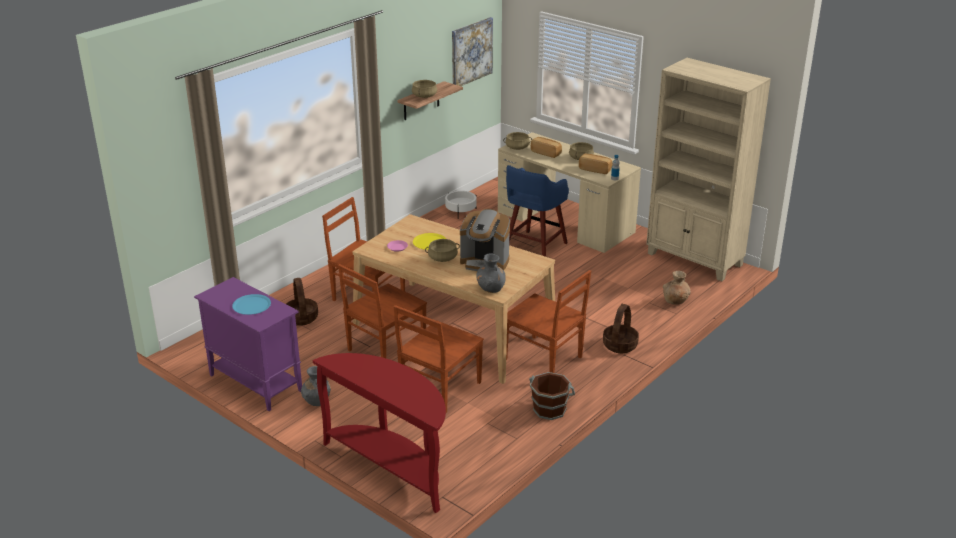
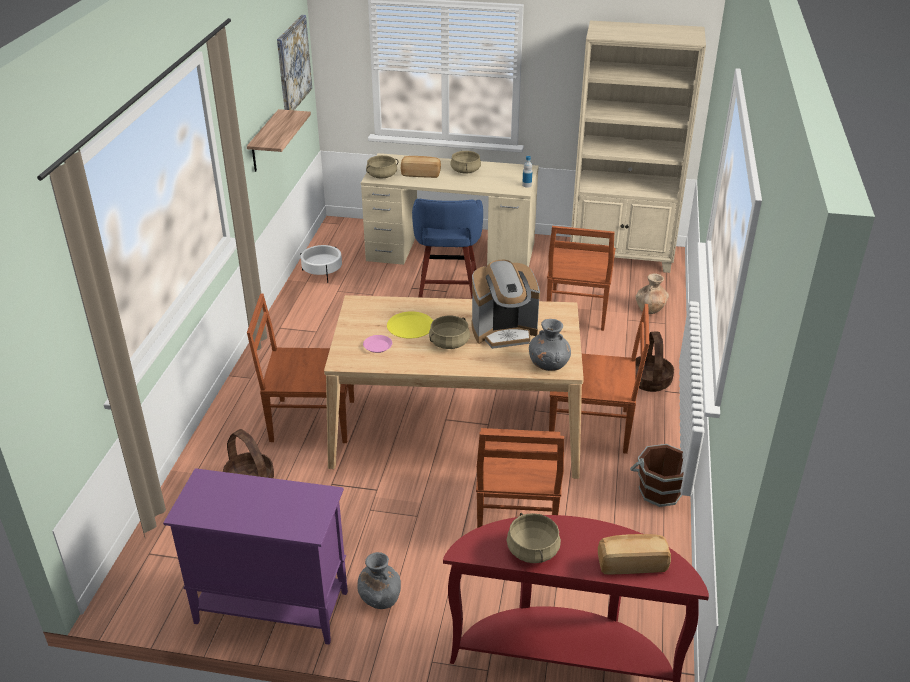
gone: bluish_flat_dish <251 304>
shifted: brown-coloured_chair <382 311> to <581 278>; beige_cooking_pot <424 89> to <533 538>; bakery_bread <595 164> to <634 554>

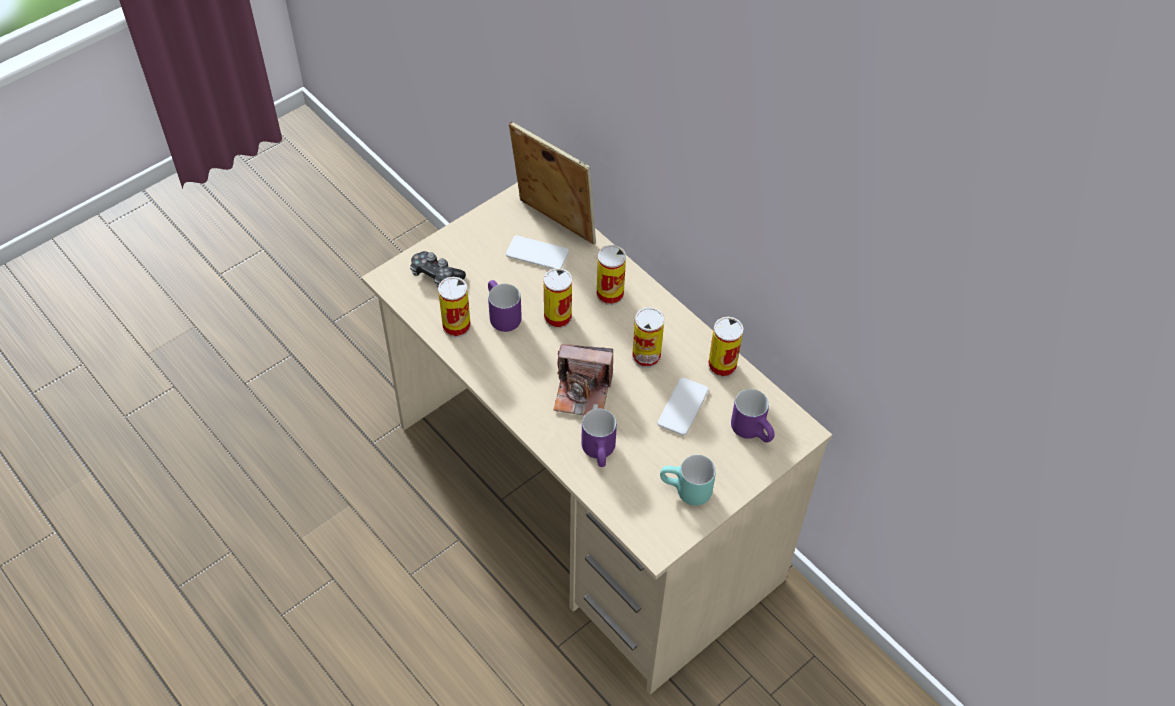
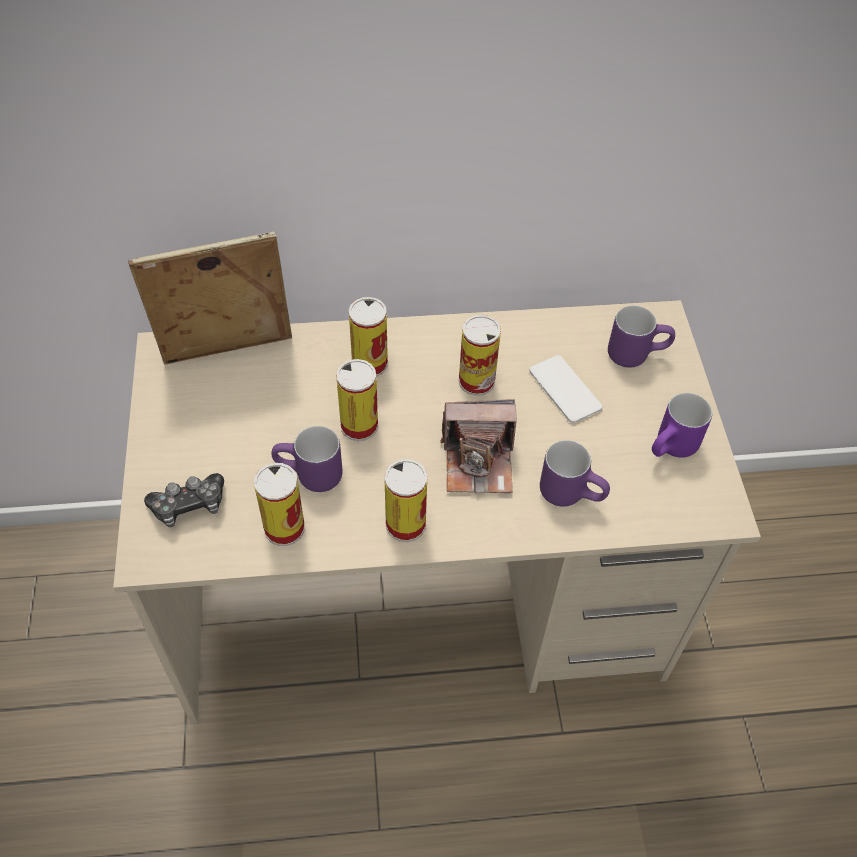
gone: telephone <537 252>
shifted: sealed_can <725 347> to <406 500>
repainted: turquoise-coloured_coffee_mug <688 480> to purplish_coffee_mug <682 425>
rotated: still_camera <583 380> = <478 446> 45 degrees clockwise

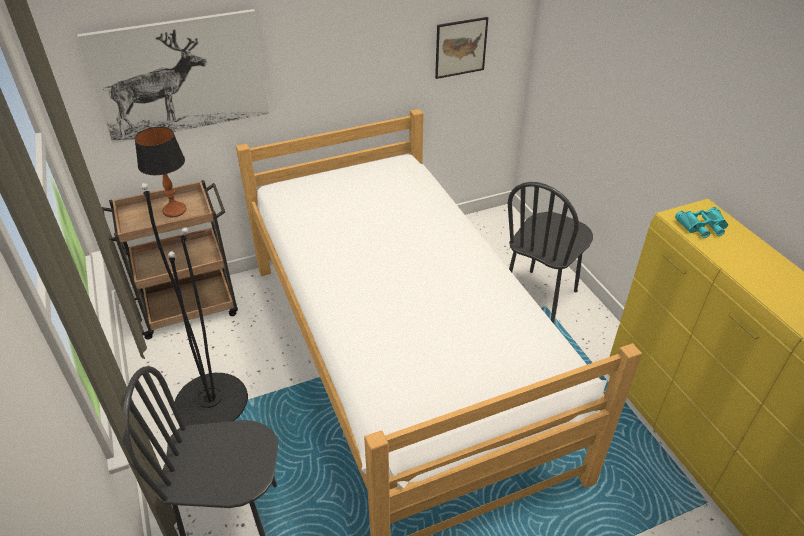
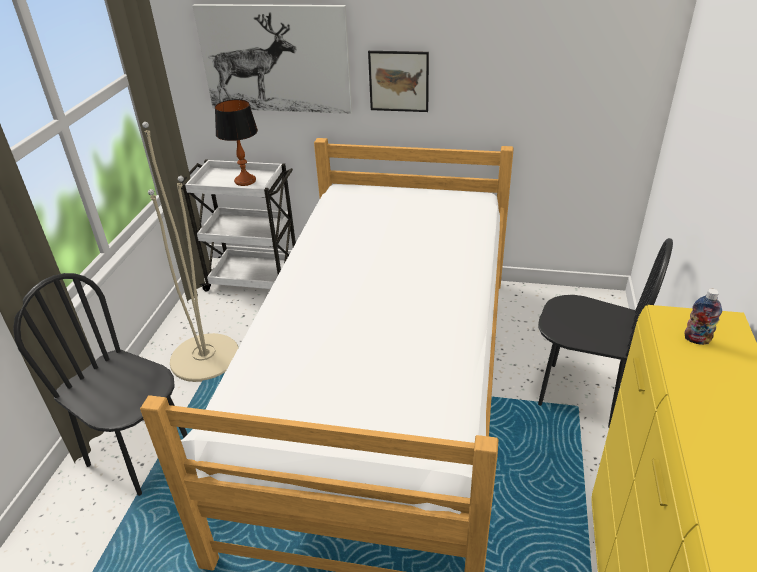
shifted: wall_picture <461 48> to <398 81>
swapped: turquoise-coloured_pair_of_binoculars <701 222> to bottle <703 317>
repainted: brown-coloured_trolley <170 259> to white-coloured_trolley <238 225>; black-coloured_standing_lamp <194 304> to beige_standing_lamp <190 252>
rotated: black-coloured_chair <550 253> = <605 333> 135 degrees counterclockwise

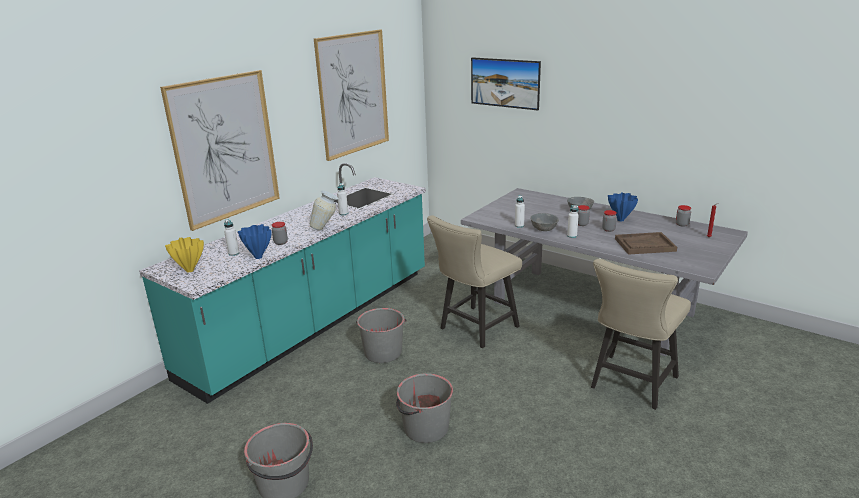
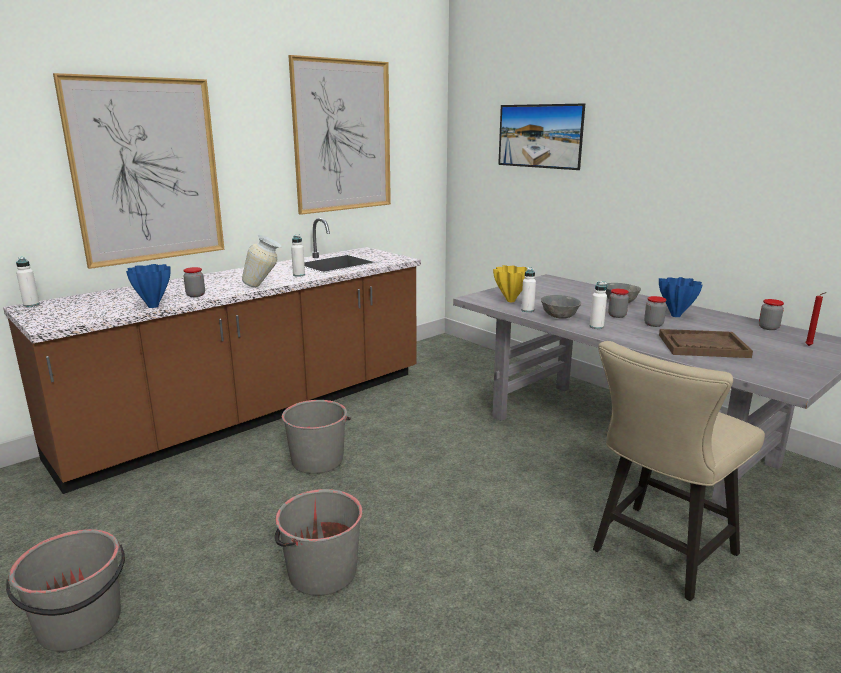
gone: beige_chair <474 281>
shifted: yellowish_flower_vase <184 254> to <510 283>; white-coloured_bottle <231 237> to <28 282>
repainted: turquoise-coloured_counter <282 283> to brown-coloured_counter <212 356>

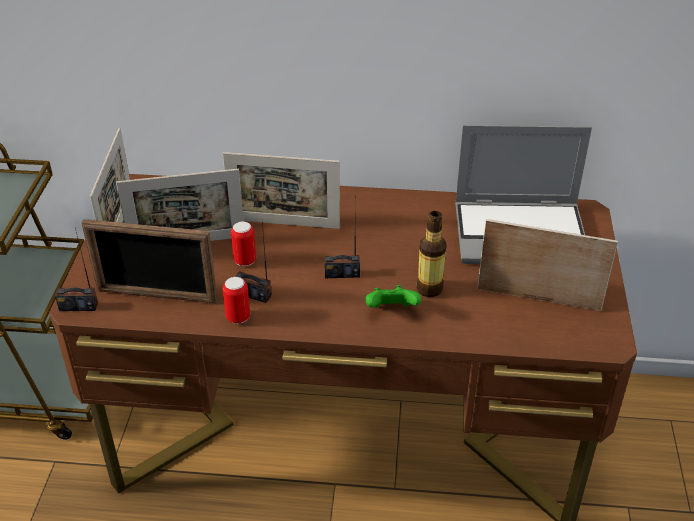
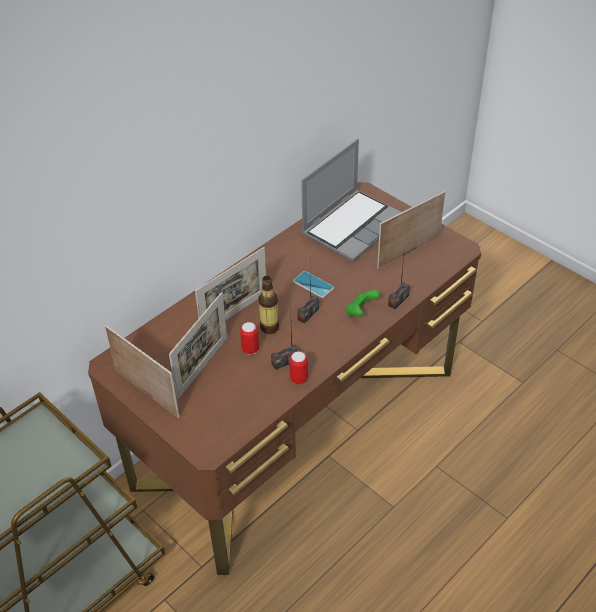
gone: picture_frame <149 261>
new: telephone <313 284>
shifted: radio_receiver <76 269> to <399 277>; bottle <431 254> to <268 305>

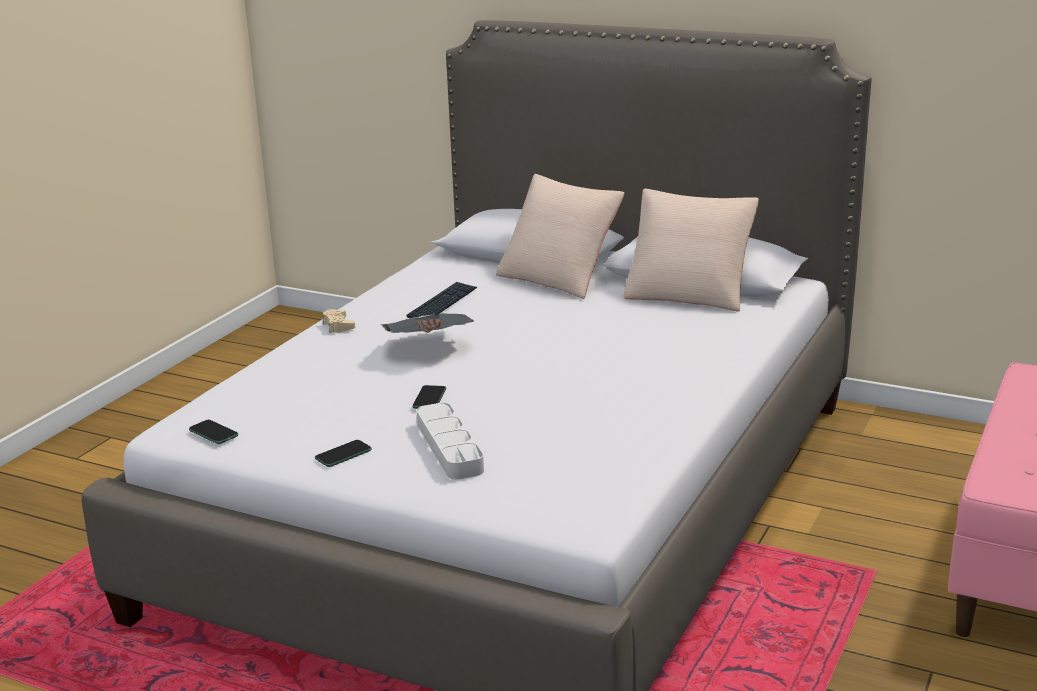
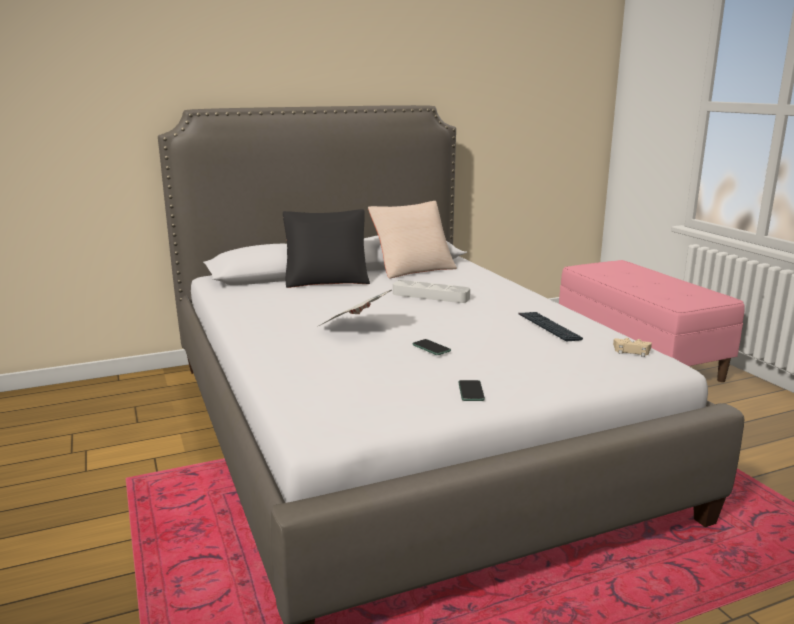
gone: telephone <214 432>
shifted: beige_joypad <338 321> to <632 347>; PC_keyboard <441 300> to <551 327>; greyish_tray <450 441> to <431 291>
repainted: beige_throw_pillow <560 236> to black-coloured_throw_pillow <326 248>

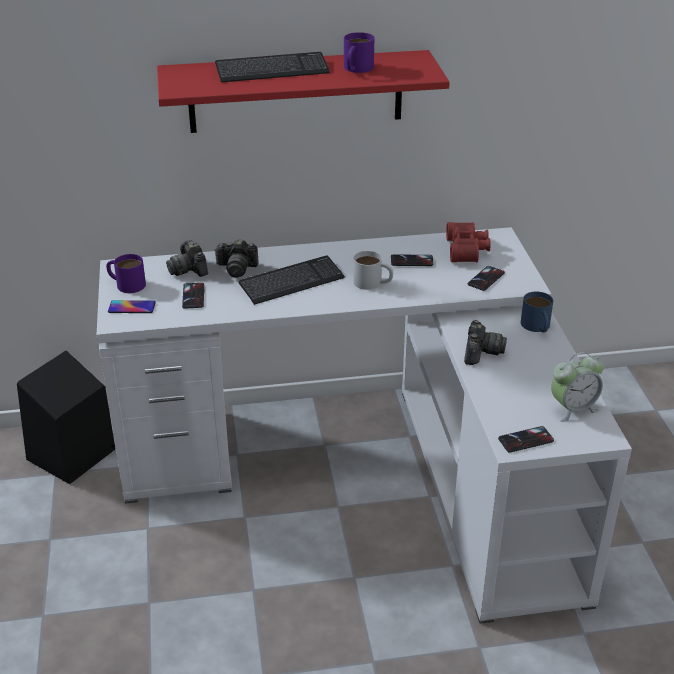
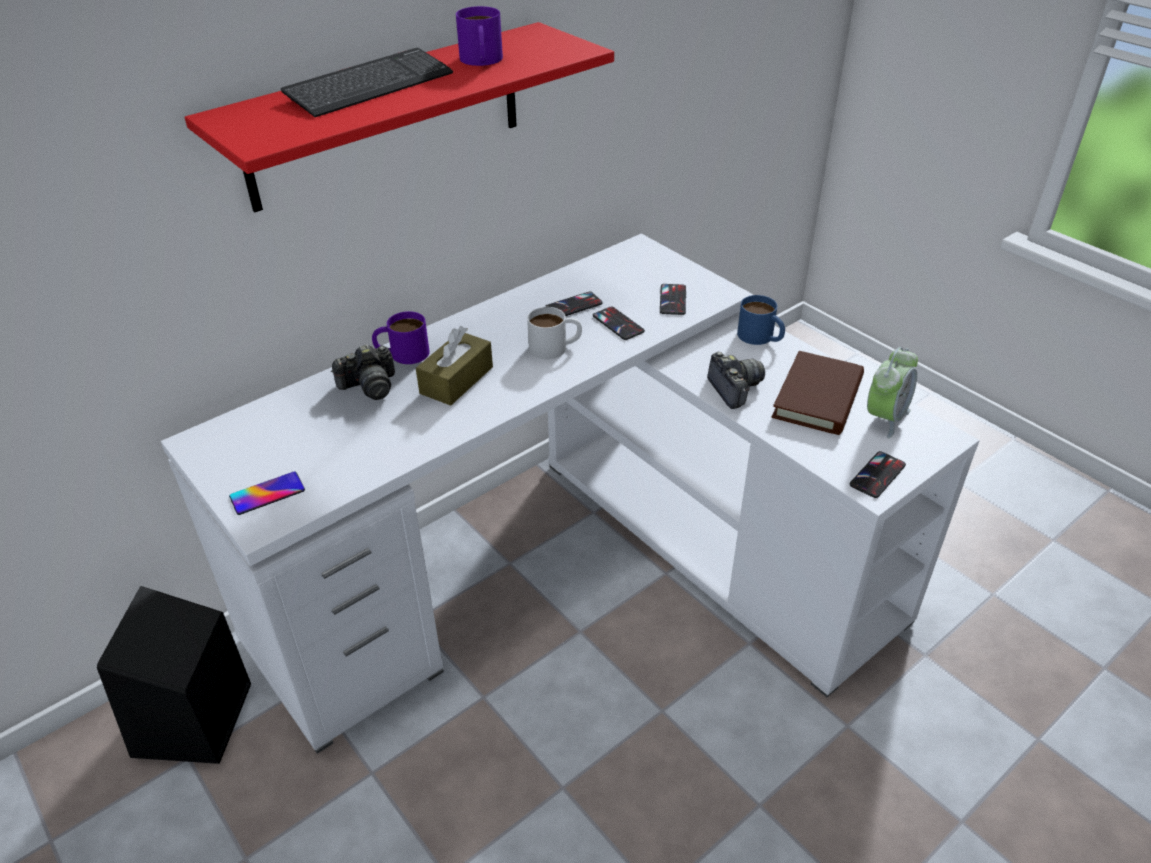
gone: still_camera <187 258>; red_pair_of_binoculars <468 242>
new: brown-coloured_volume <818 393>
shifted: purplish_coffee_mug <126 273> to <401 337>; telephone <193 296> to <619 323>
swapped: PC_keyboard <291 280> to brown-coloured_tissue_box <454 366>

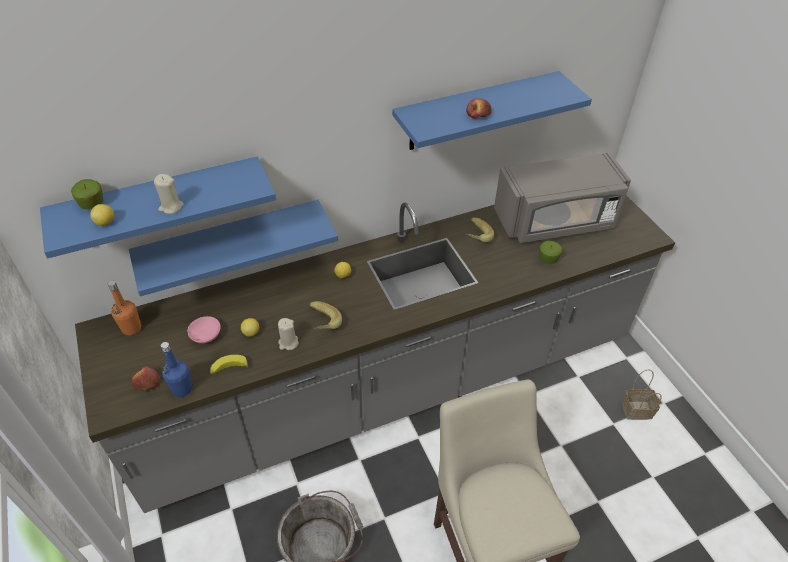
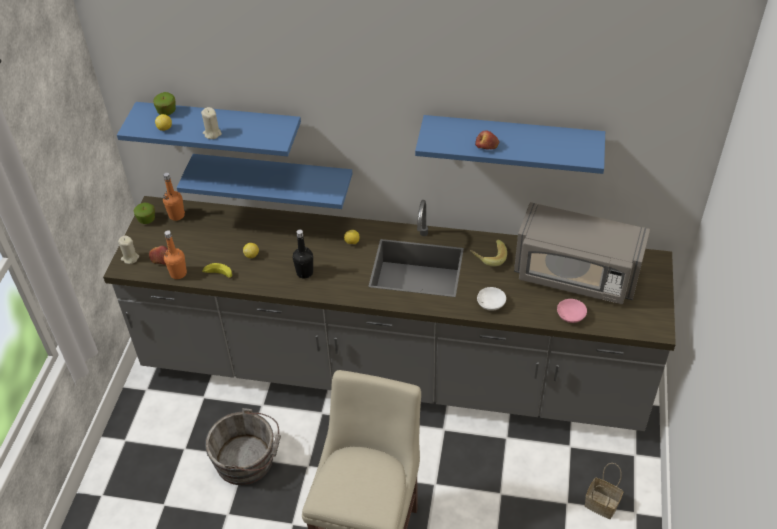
new: white-coloured_serving_bowl <491 299>
shifted: pink-coloured_serving_bowl <204 329> to <572 311>; beige_wax_light <288 334> to <128 249>; whole_apple <550 252> to <144 213>
swapped: banana <325 315> to black-coloured_bottle <303 254>
repainted: bluish_bottle <177 369> to orange-coloured_bottle <175 254>

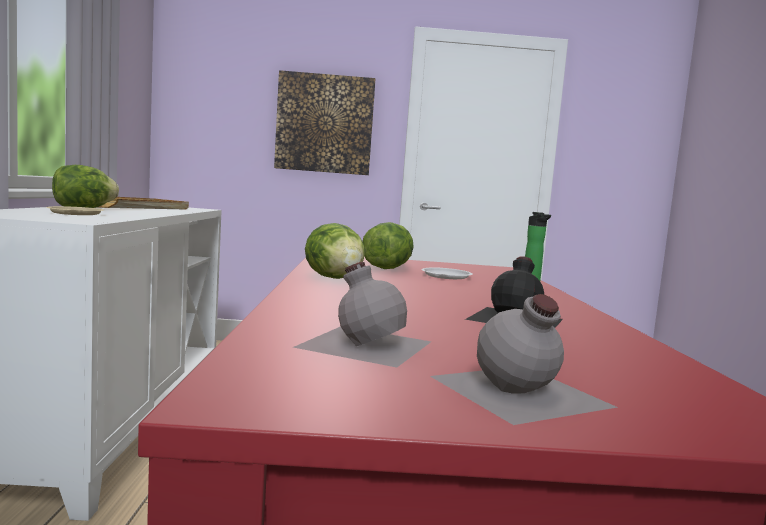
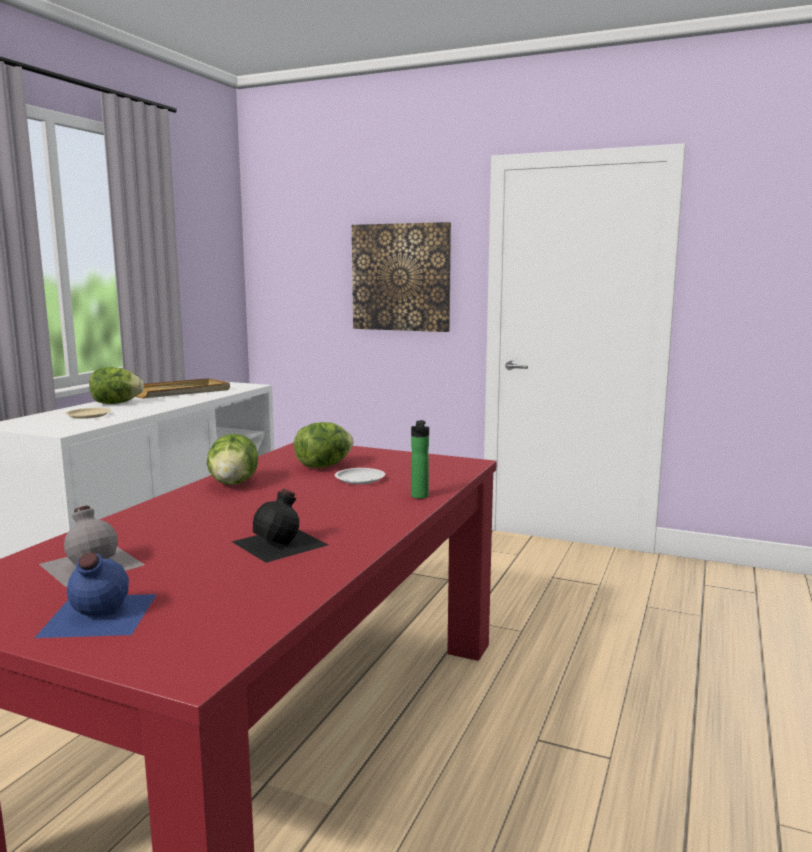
repainted: greyish_bottle <523 359> to bluish_bottle <96 595>

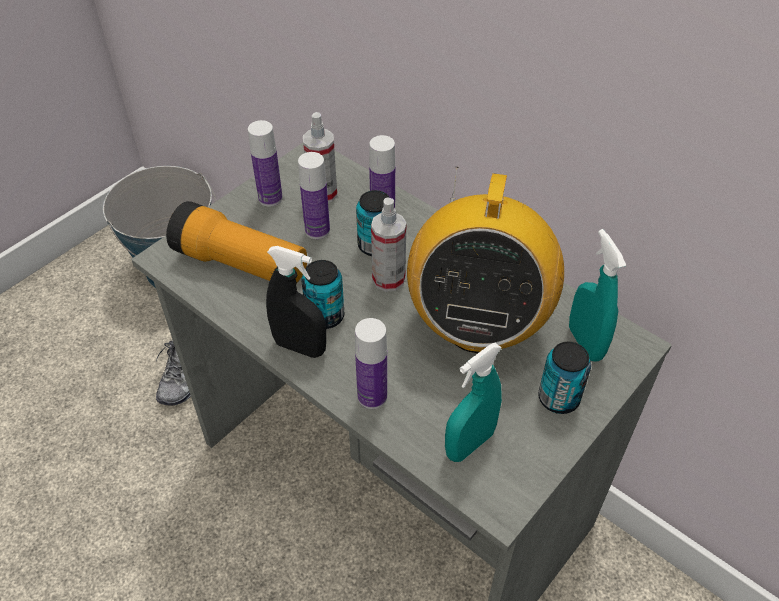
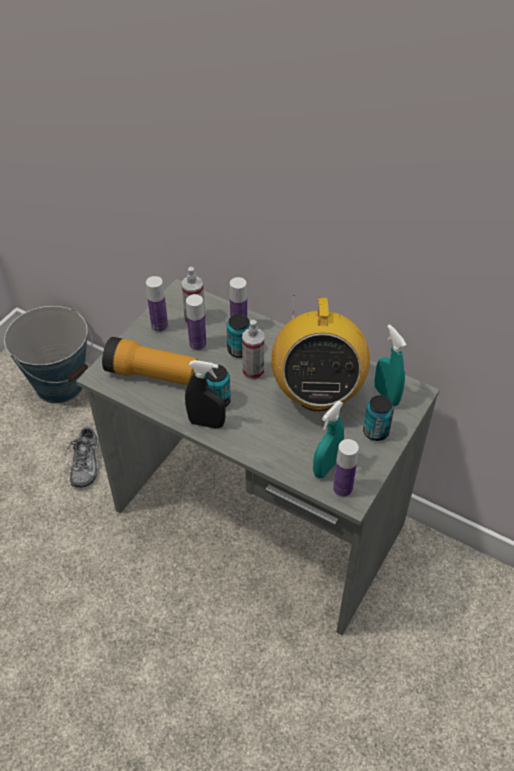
shifted: bottle <371 363> to <346 468>

